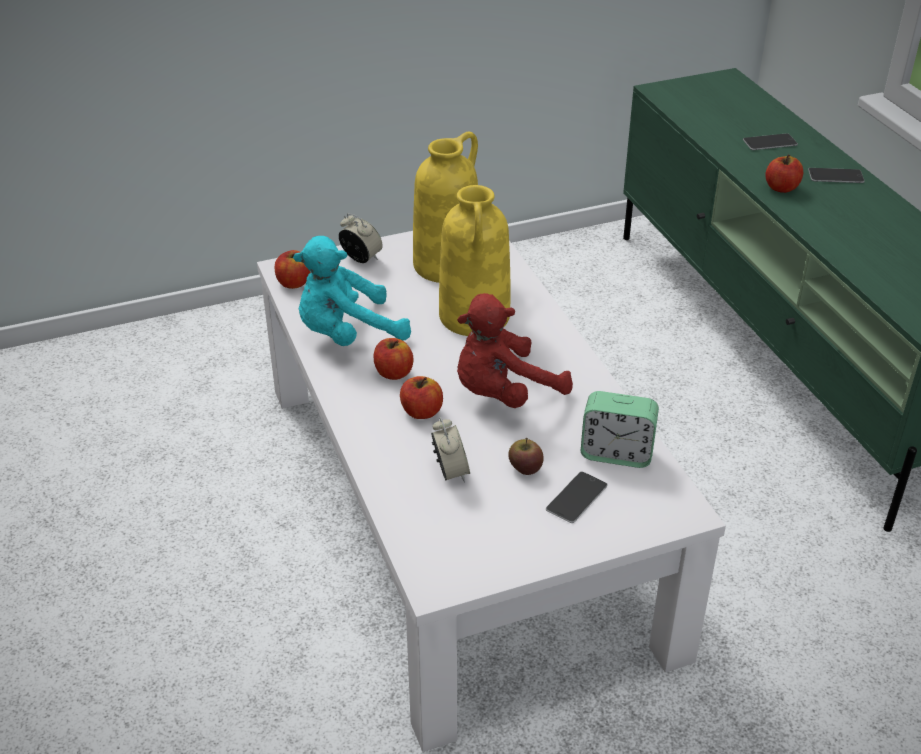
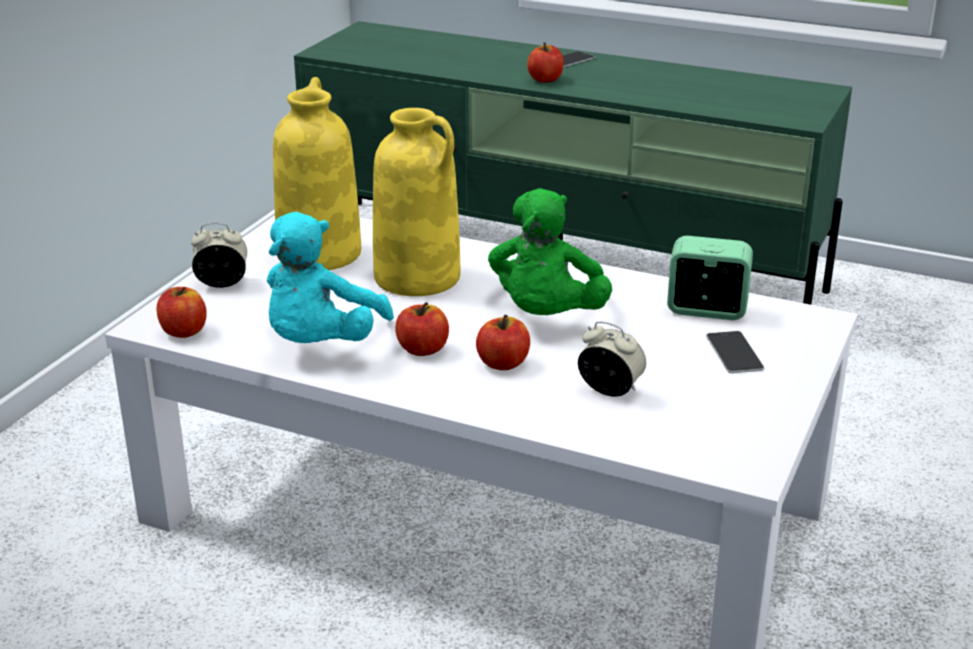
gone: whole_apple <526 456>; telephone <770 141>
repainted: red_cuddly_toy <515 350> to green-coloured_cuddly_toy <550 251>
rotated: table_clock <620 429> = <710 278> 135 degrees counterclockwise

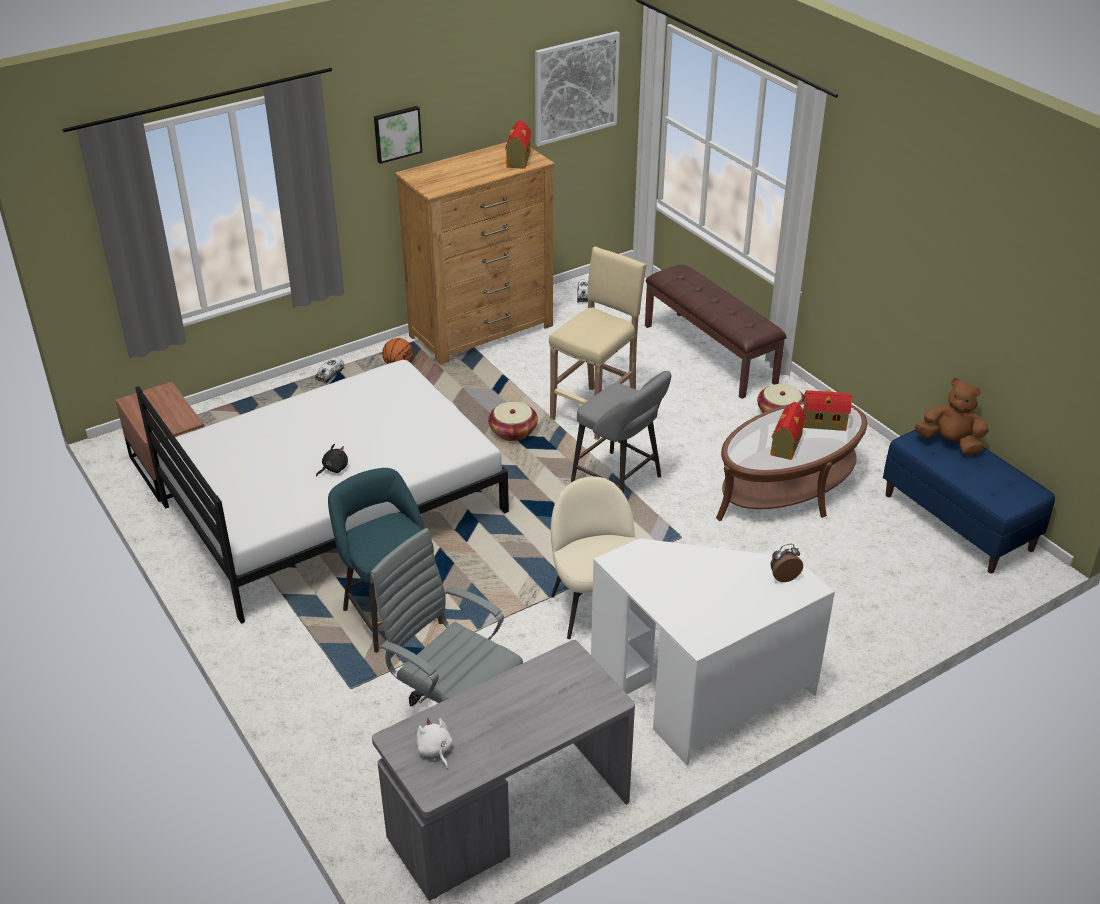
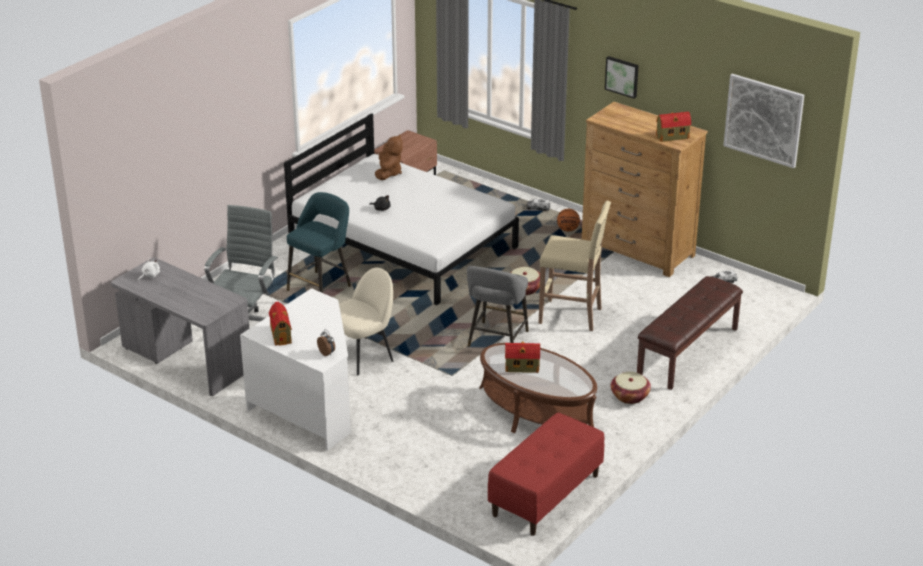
shifted: miniature_house <827 410> to <280 324>; brown-coloured_cuddly_toy <952 417> to <389 157>
repainted: bluish_indoor_bench <969 502> to red_indoor_bench <546 474>

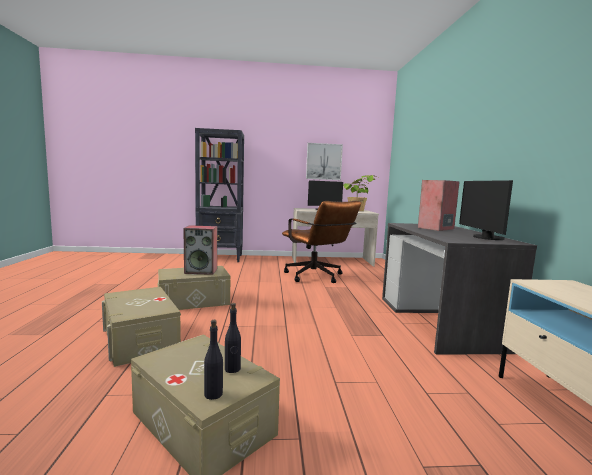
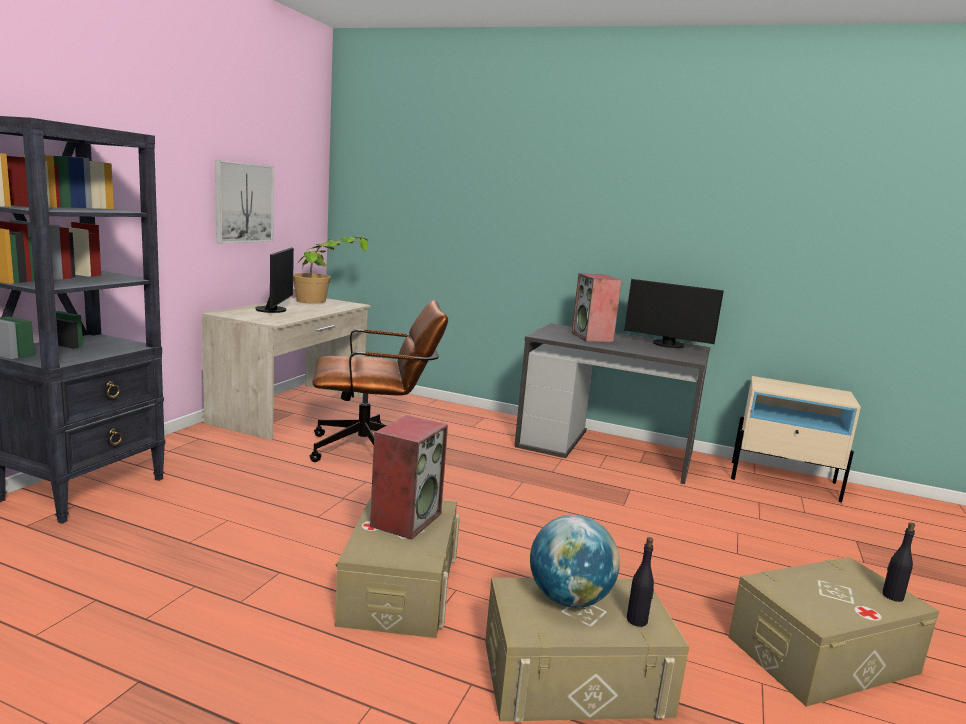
new: world_globe <575 561>
shifted: black-coloured_bottle <233 338> to <640 582>

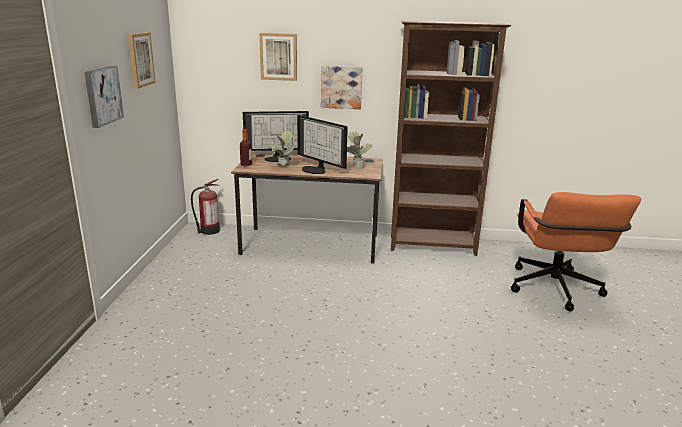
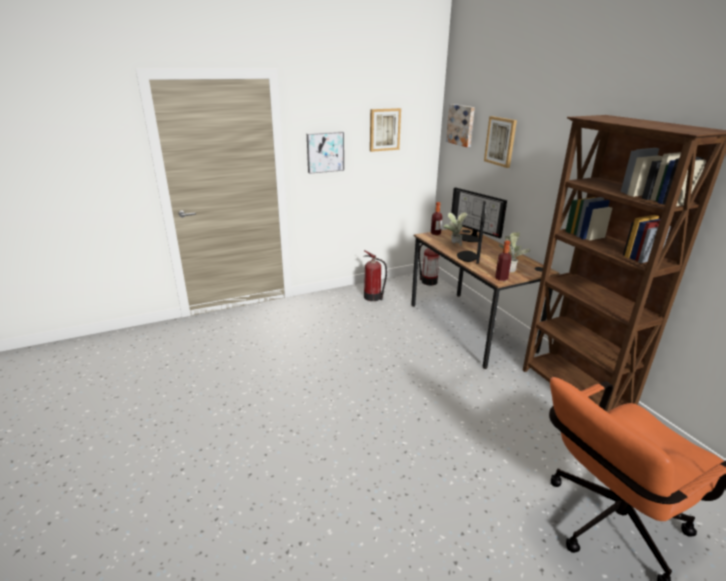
new: fire_extinguisher <375 275>; bottle <503 260>
shifted: wall_picture <341 87> to <460 125>

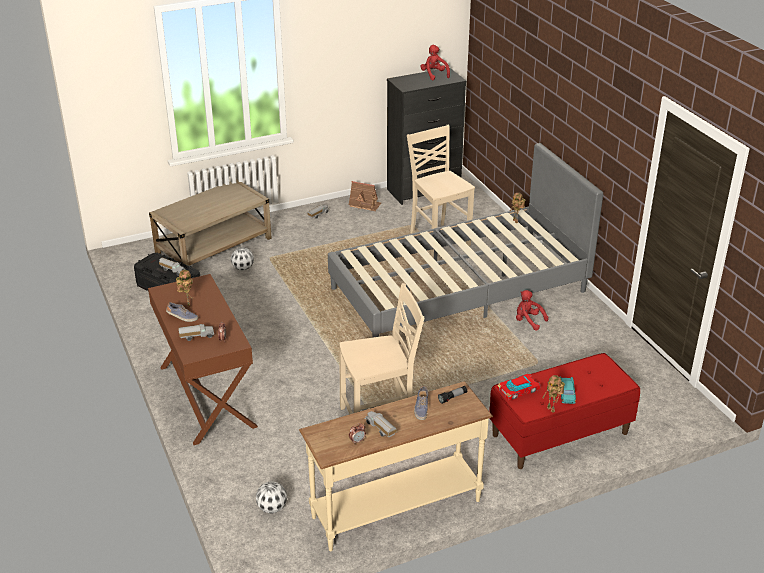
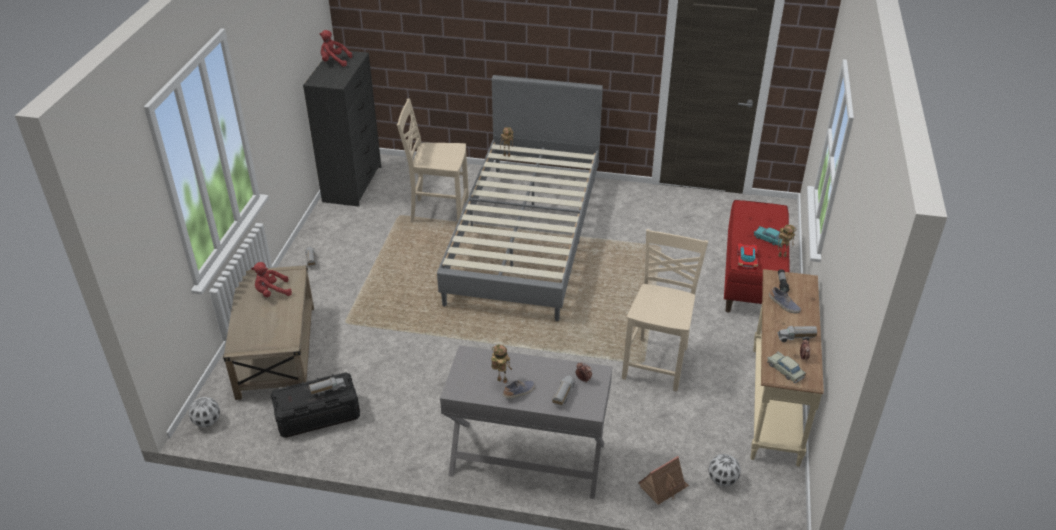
new: beige_miniature_car <786 367>
shifted: football <242 259> to <204 412>; miniature_house <365 196> to <663 480>; red_cuddly_toy <532 310> to <271 279>
repainted: brown-coloured_desk_unit <203 359> to greyish_desk_unit <526 422>

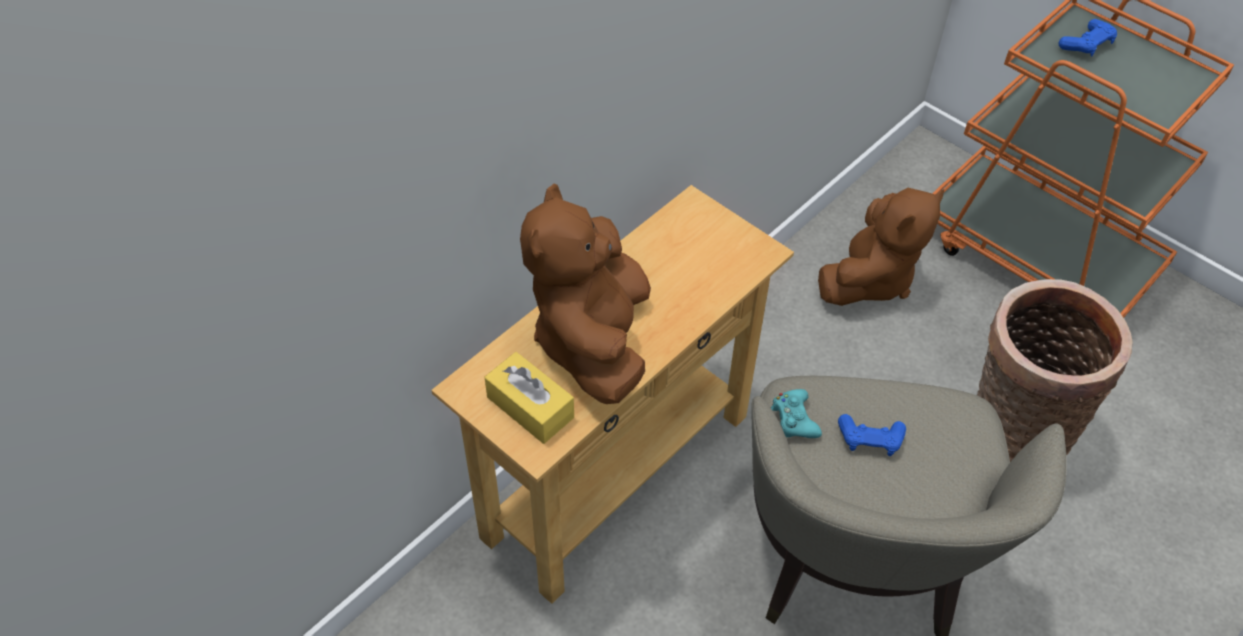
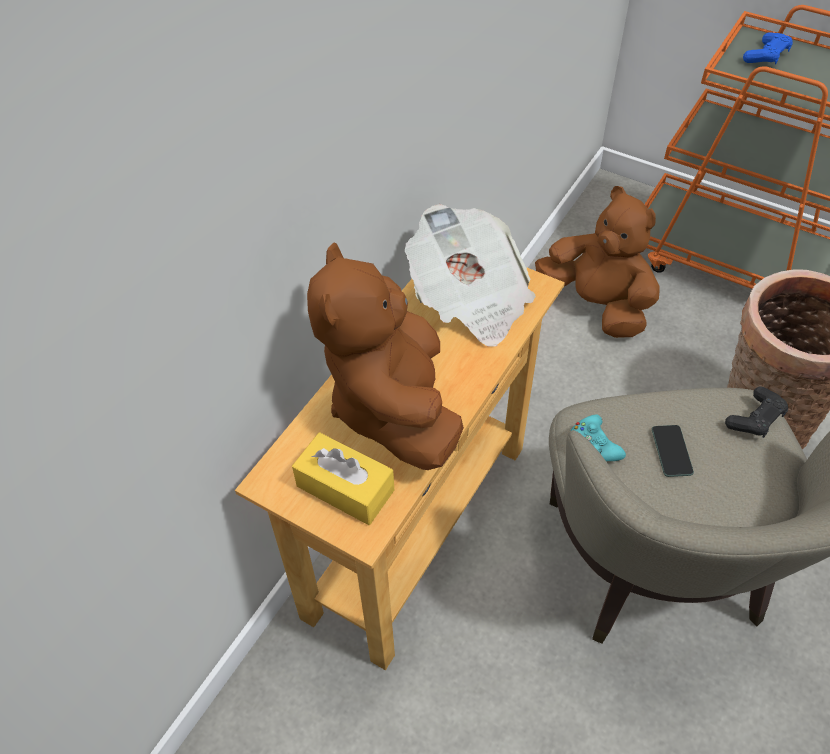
new: printed_paper <470 275>; black-coloured_joypad <756 412>
swapped: bluish_joypad <872 435> to telephone <673 451>
rotated: brown-coloured_cuddly_toy <881 247> = <597 262> 75 degrees counterclockwise

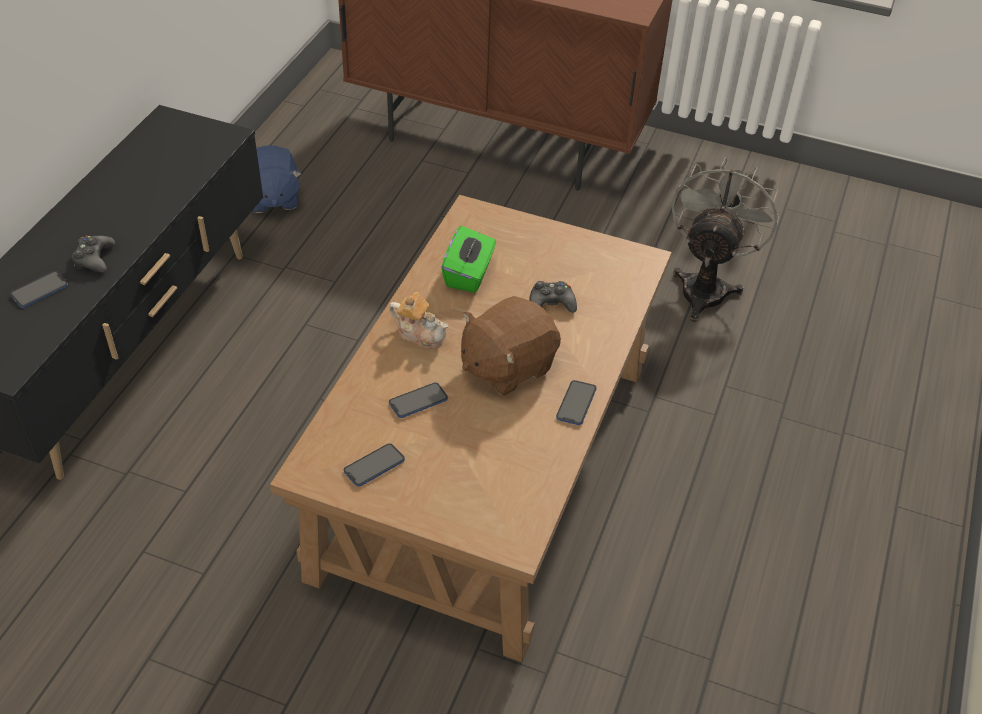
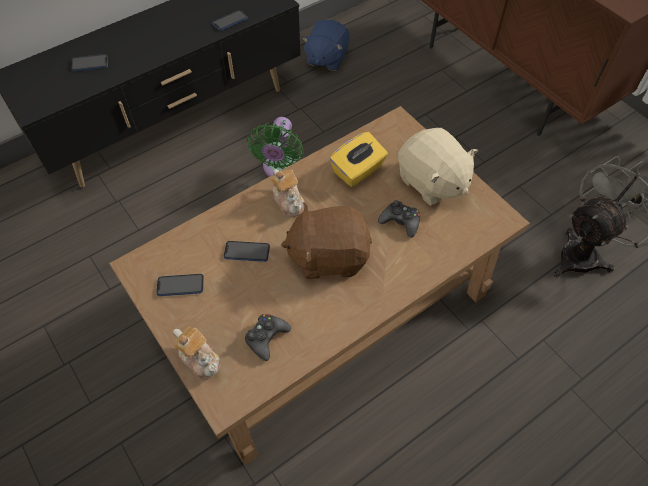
new: tea_pot <196 353>; green-coloured_electric_fan <275 147>; beige_cuddly_toy <438 167>
shifted: black-coloured_joypad <93 253> to <268 337>; telephone <576 402> to <230 20>
repainted: green-coloured_tissue_box <468 259> to yellowish_tissue_box <358 159>

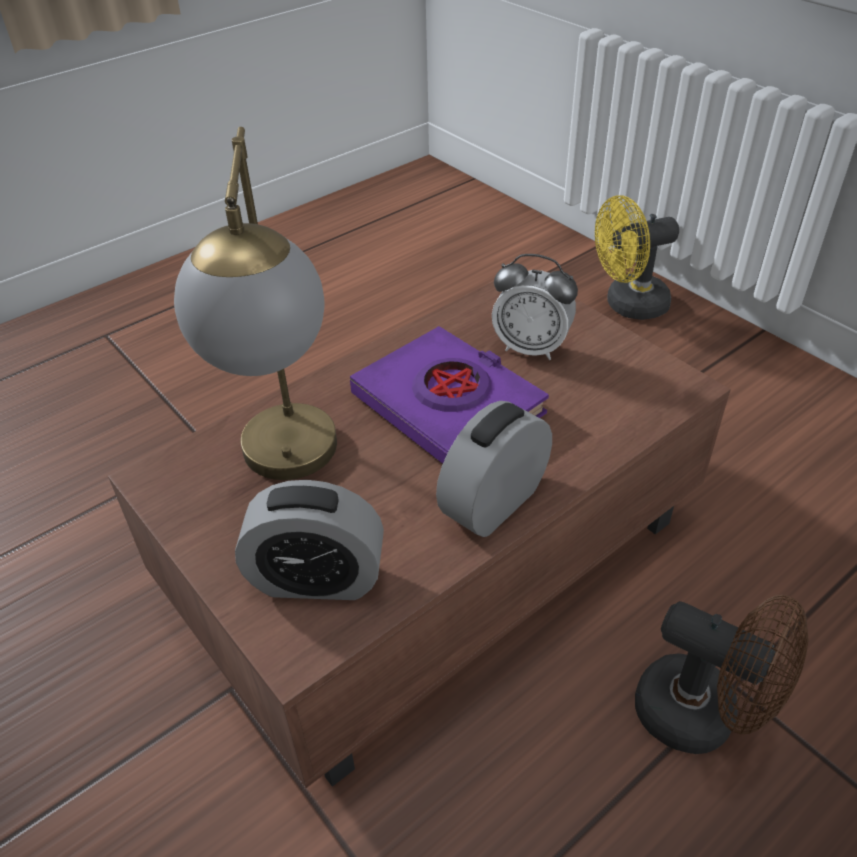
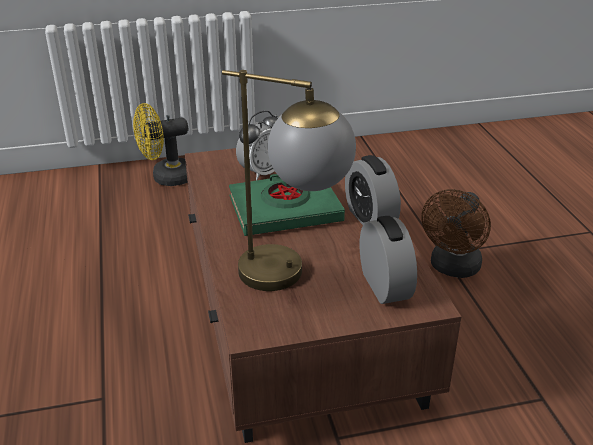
repainted: purplish_volume <449 395> to green-coloured_volume <287 205>
rotated: table_clock <309 540> = <388 260> 45 degrees counterclockwise; yellowish_electric_fan <637 257> = <160 144> 60 degrees clockwise; brown-coloured_electric_fan <722 674> = <456 233> 150 degrees clockwise

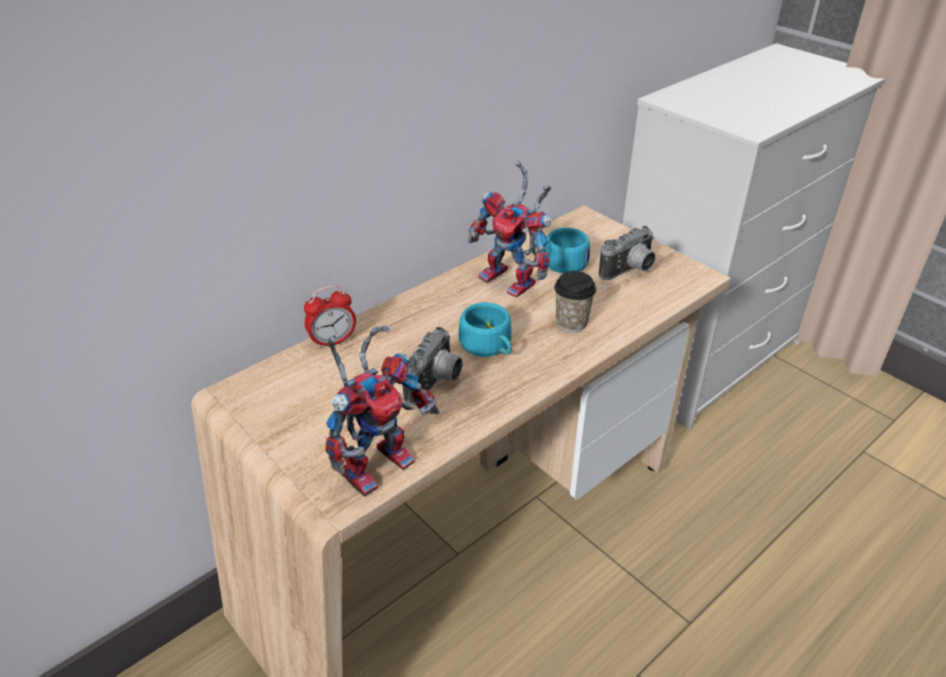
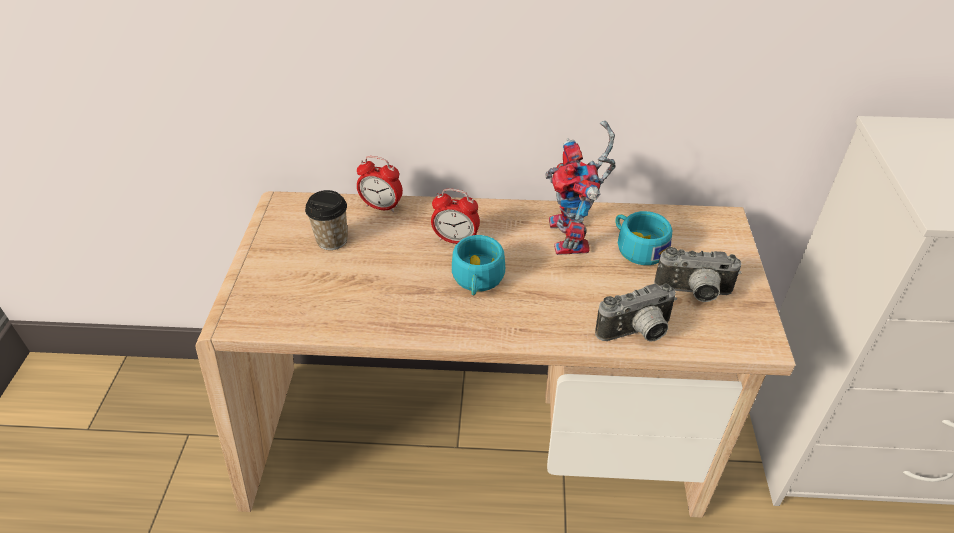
gone: robot_figure <383 411>
new: table_clock <455 216>
shifted: still_camera <432 366> to <636 312>; drinking_cup <575 301> to <326 220>

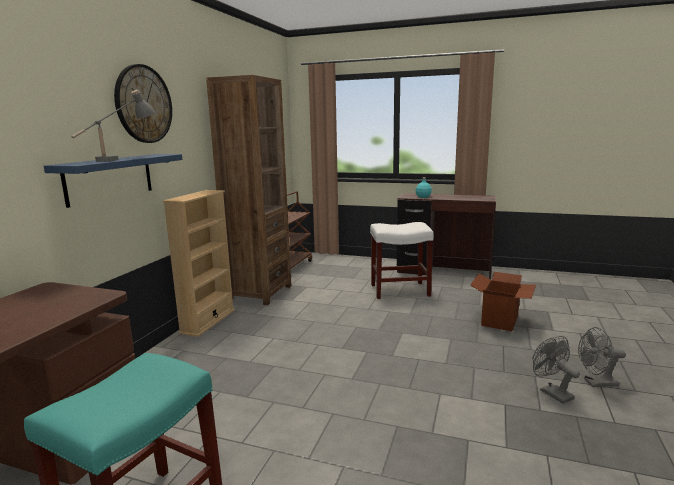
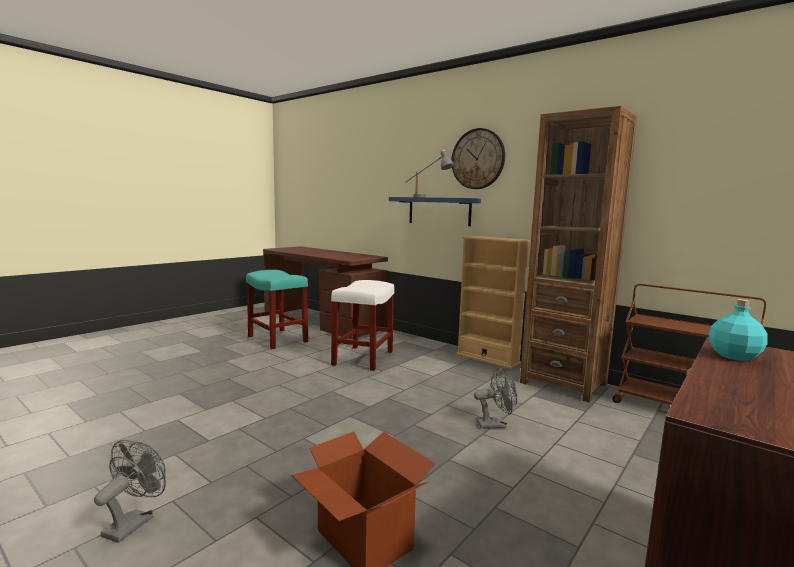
shifted: white-coloured_stool_seat <402 260> to <362 325>; greyish_electric_fan <556 370> to <495 398>

